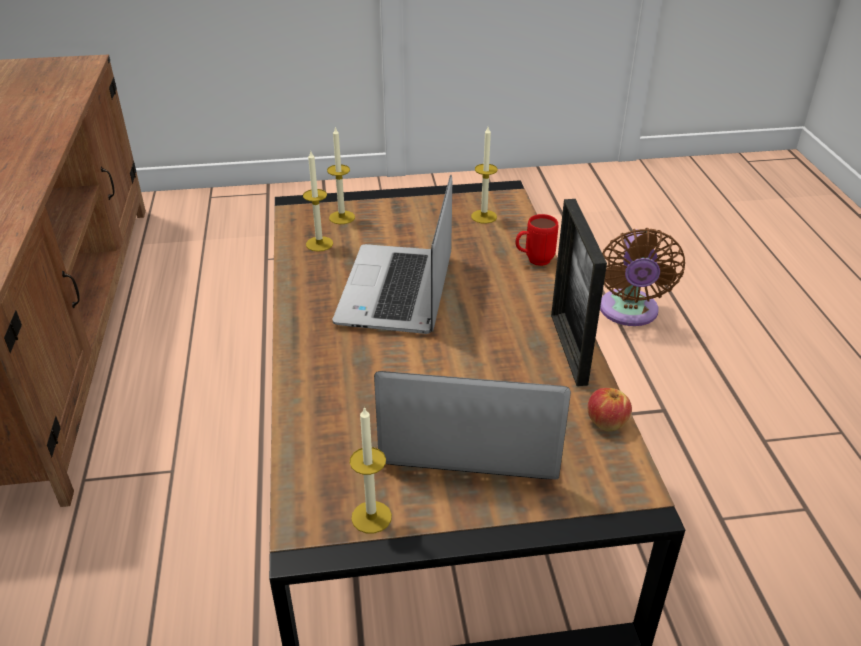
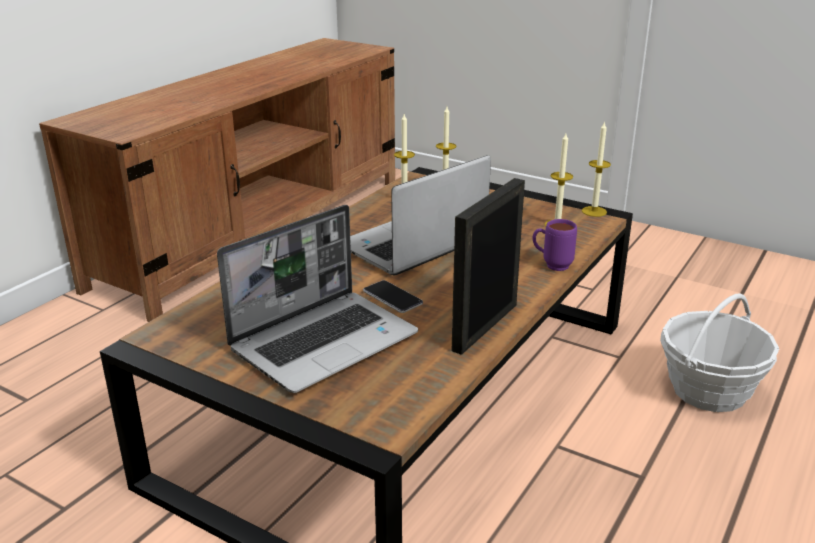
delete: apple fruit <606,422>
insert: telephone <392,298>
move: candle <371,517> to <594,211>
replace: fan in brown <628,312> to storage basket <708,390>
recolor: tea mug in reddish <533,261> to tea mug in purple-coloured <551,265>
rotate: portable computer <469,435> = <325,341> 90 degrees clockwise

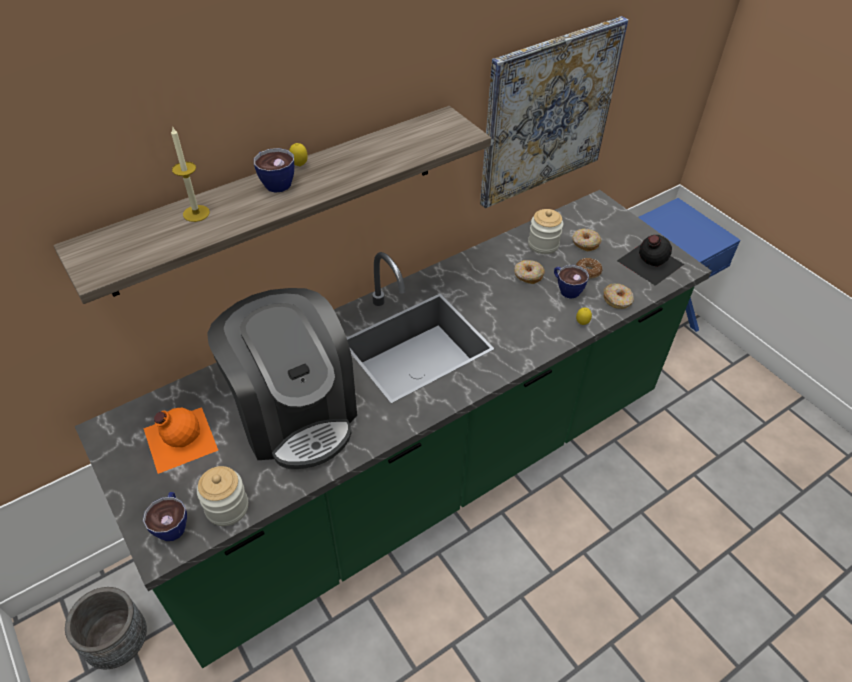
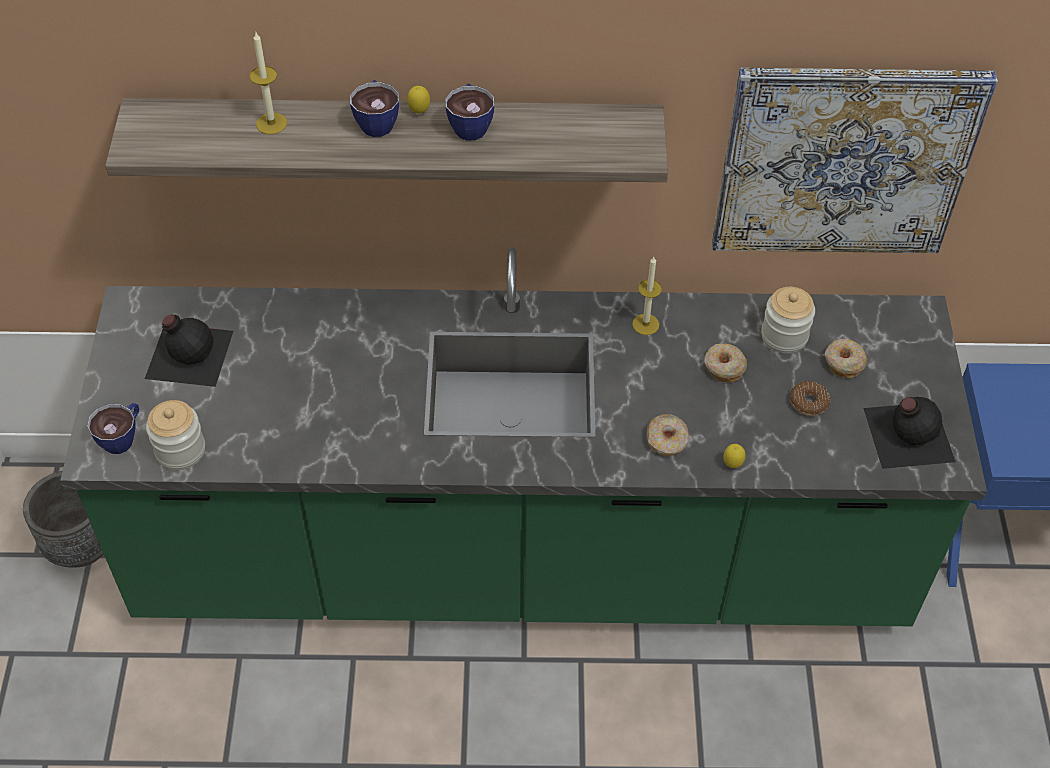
delete: coffee maker <295,413>
insert: candle <645,324>
move: drinking cup <566,289> to <470,124>; donut <617,300> to <667,440>
recolor: bottle in orangey <179,438> to bottle in black-coloured <188,353>

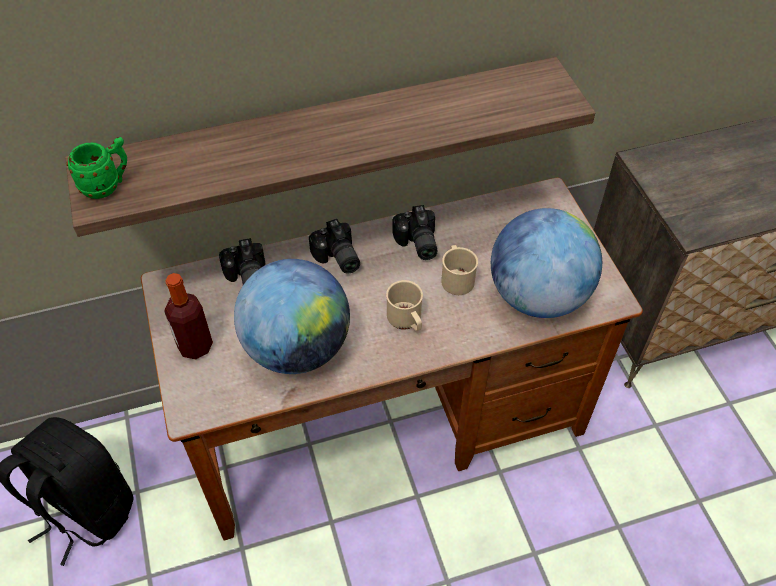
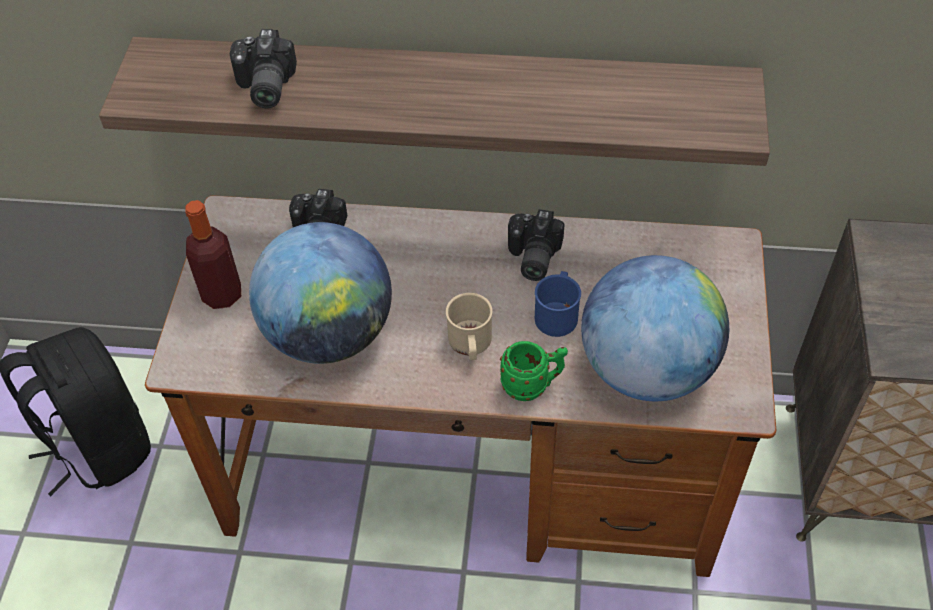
move: tea mug in green-coloured <107,185> to <532,385>; photo camera <336,258> to <263,87>
recolor: tea mug in beige-coloured <456,277> to tea mug in blue-coloured <557,313>

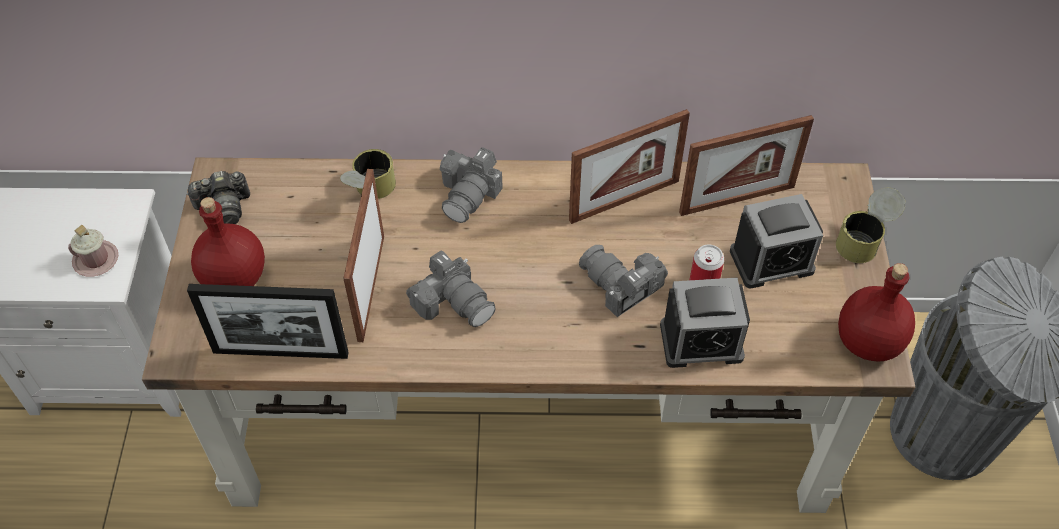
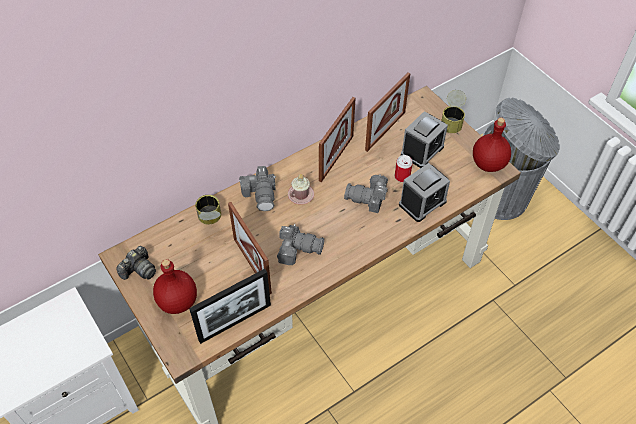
move: tea mug in pinkish <96,260> to <301,195>

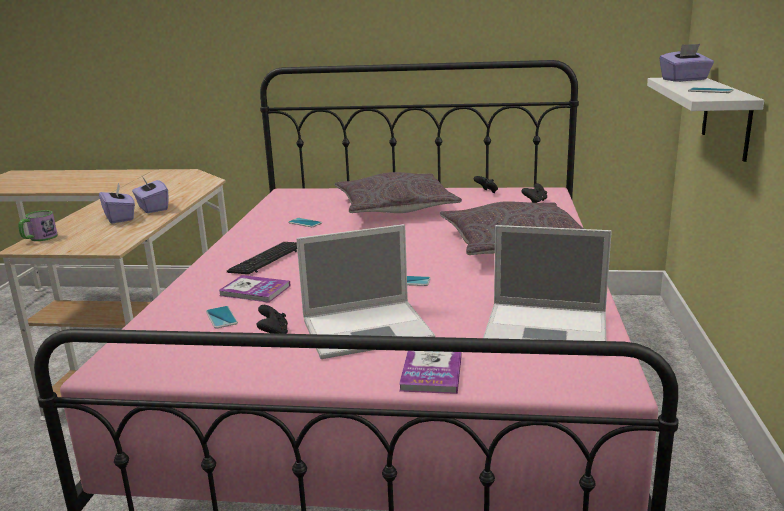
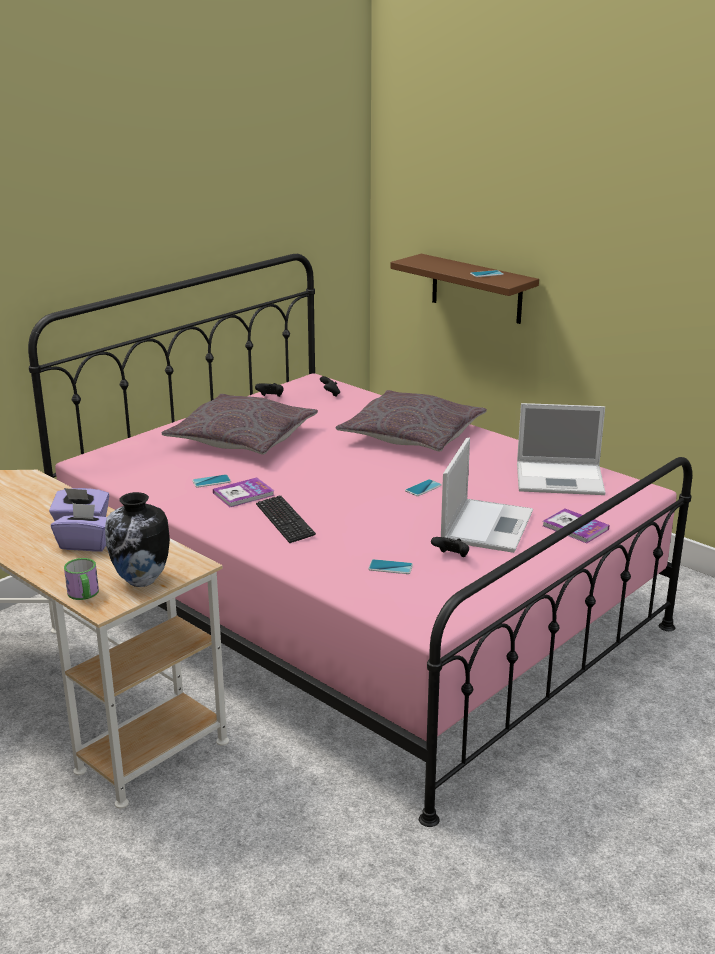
delete: box of tissues in purple-coloured <684,80>
insert: decorative vase <141,581>
move: volume <255,291> to <243,494>
recolor: shelf in white <726,117> to shelf in brown <476,289>
rotate: portable computer <548,329> = <561,479> 45 degrees clockwise

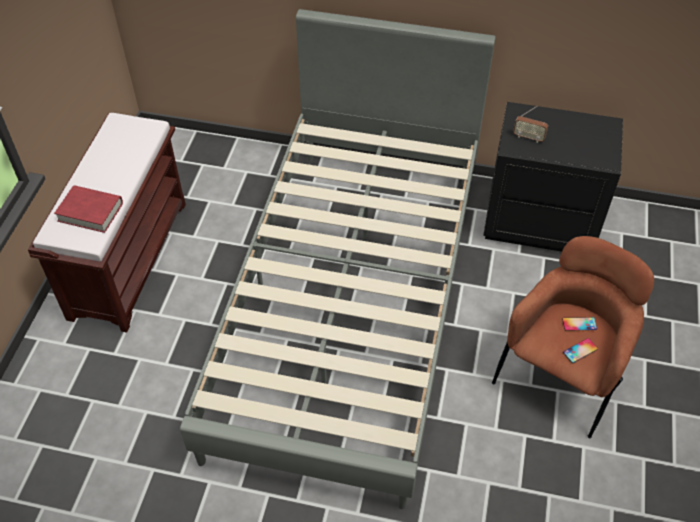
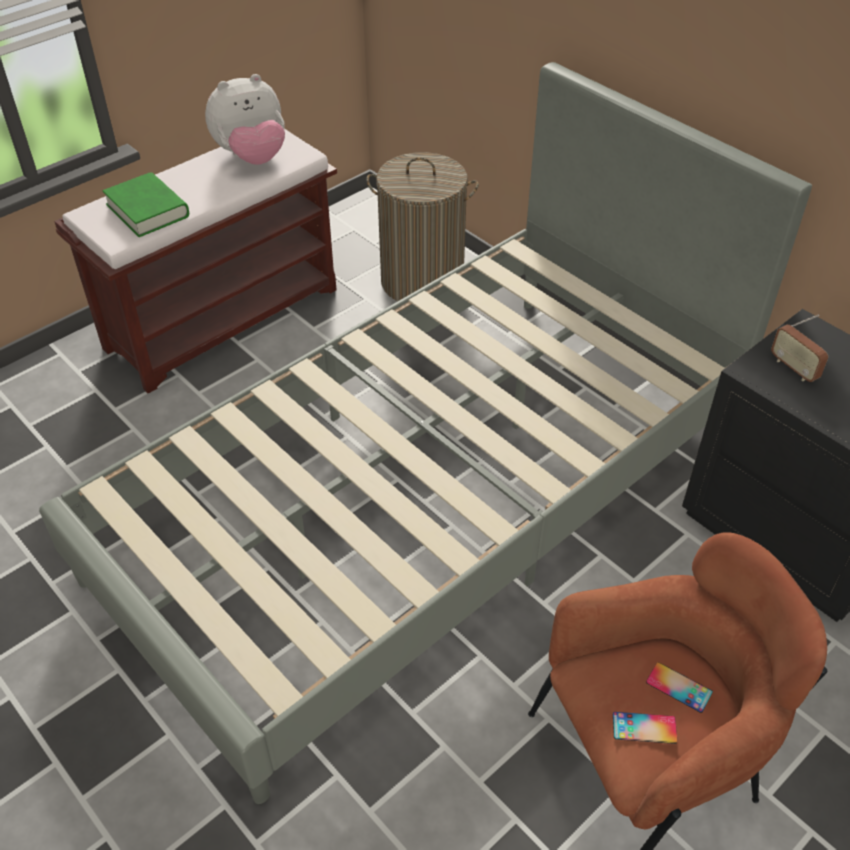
insert: plush toy <252,157>; washing basket <422,281>
recolor: volume in reddish <90,212> to volume in green-coloured <148,210>

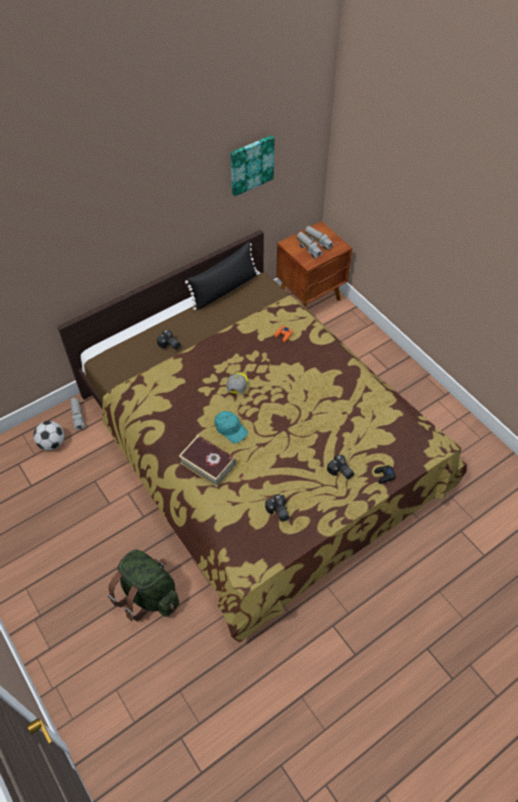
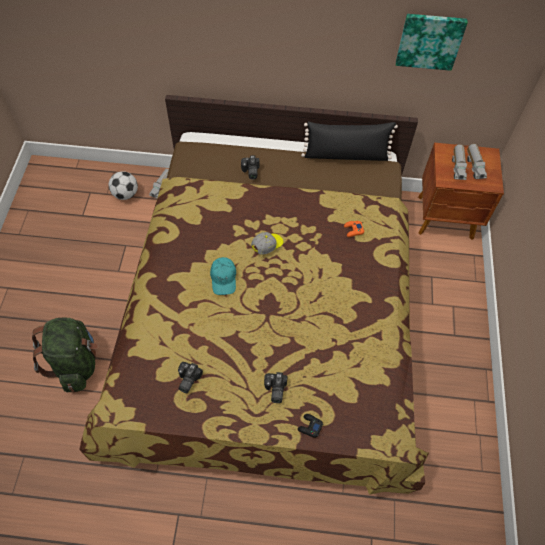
delete: volume <208,464>

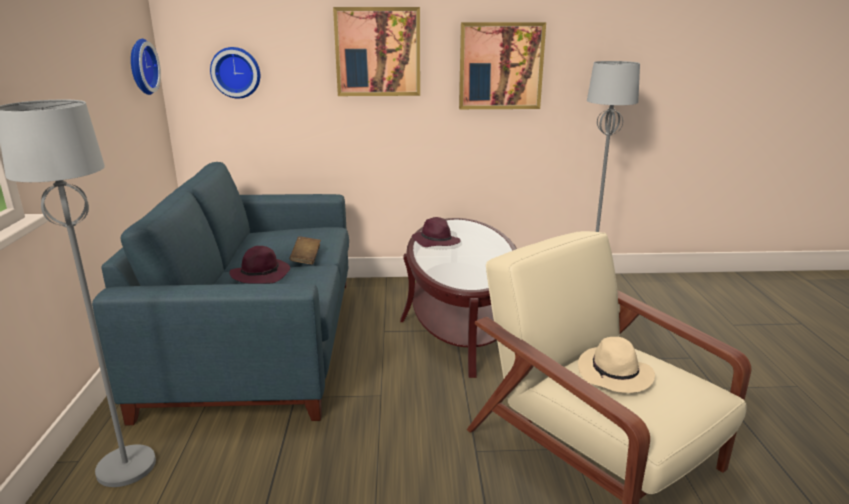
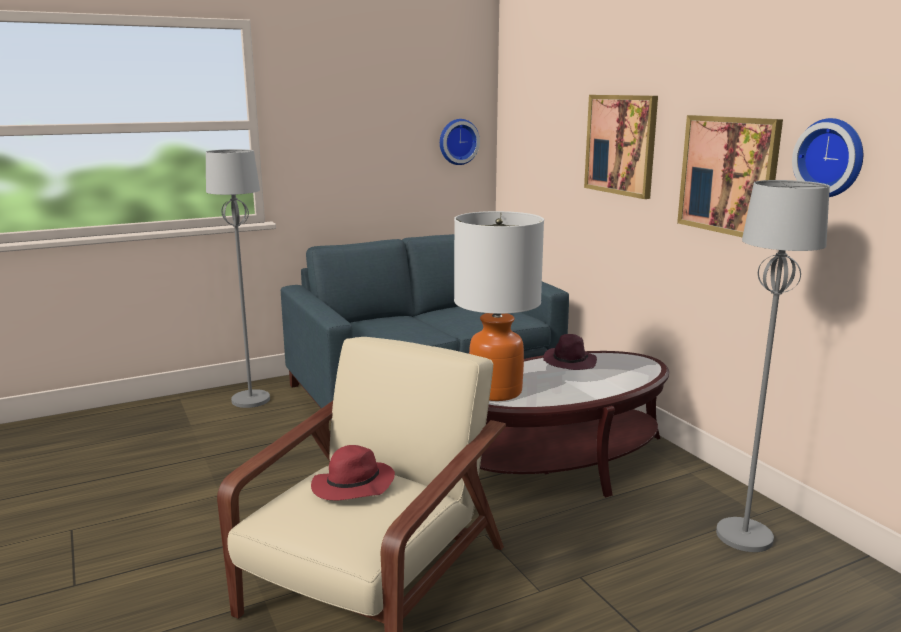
delete: hat in purple-coloured <261,274>; volume in brown <306,258>
insert: tabletop lamp <495,391>
move: hanging clock <236,72> to <831,157>
recolor: hat in beige-coloured <615,374> to hat in reddish <352,487>

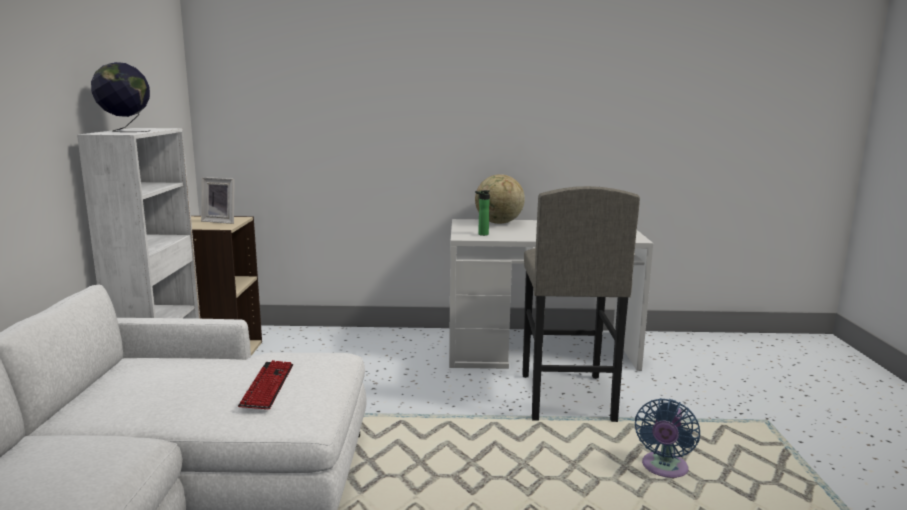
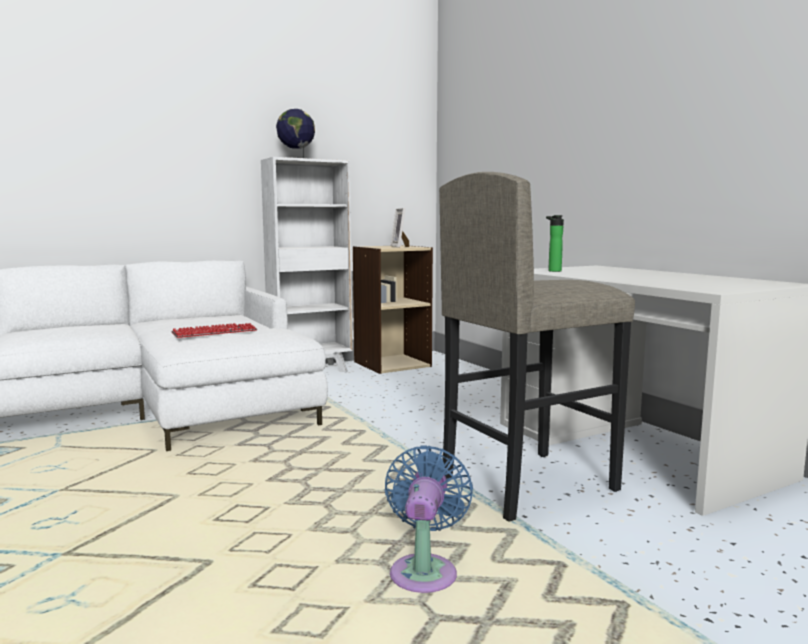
delete: world globe <499,223>
rotate: fan in blue-coloured <663,469> = <424,571> 105 degrees clockwise

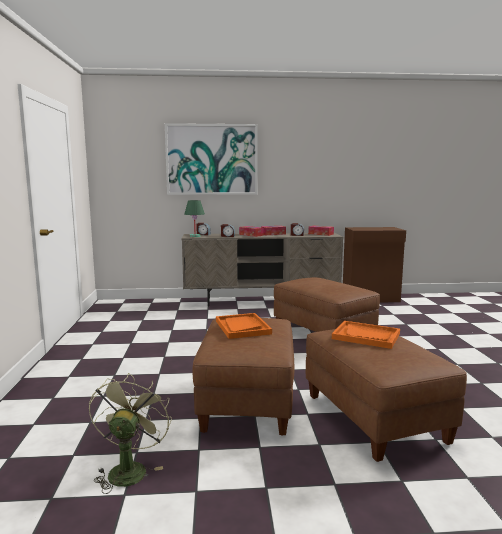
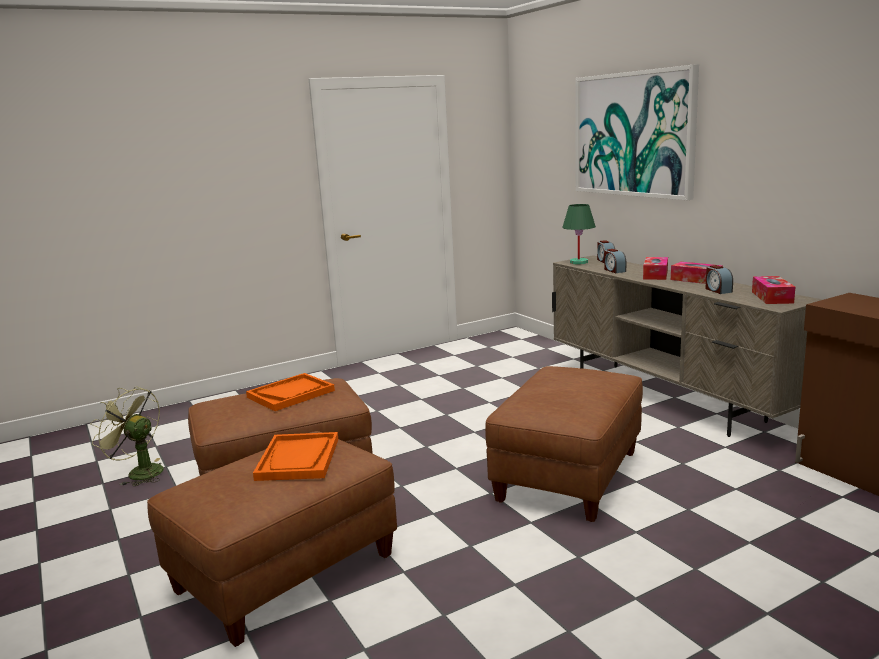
rotate: fan in green-coloured <129,469> = <139,472> 135 degrees counterclockwise

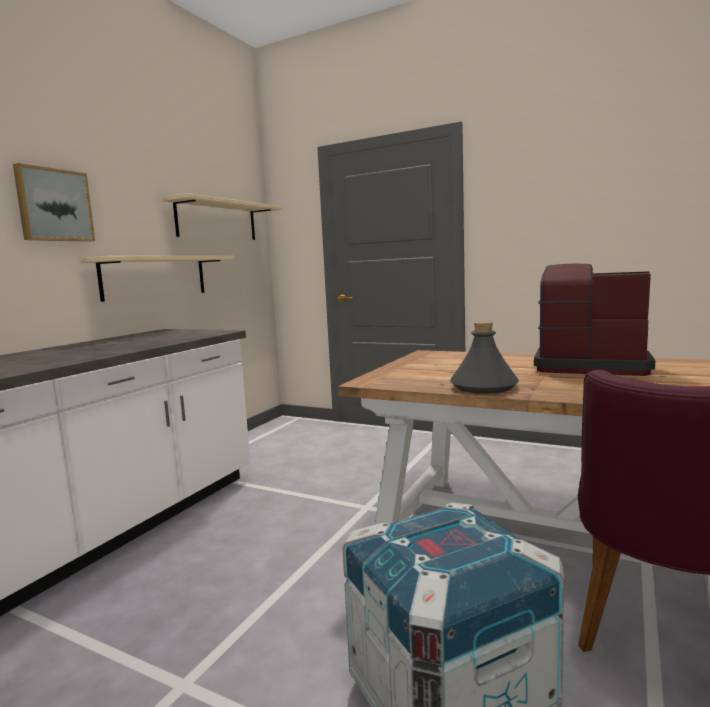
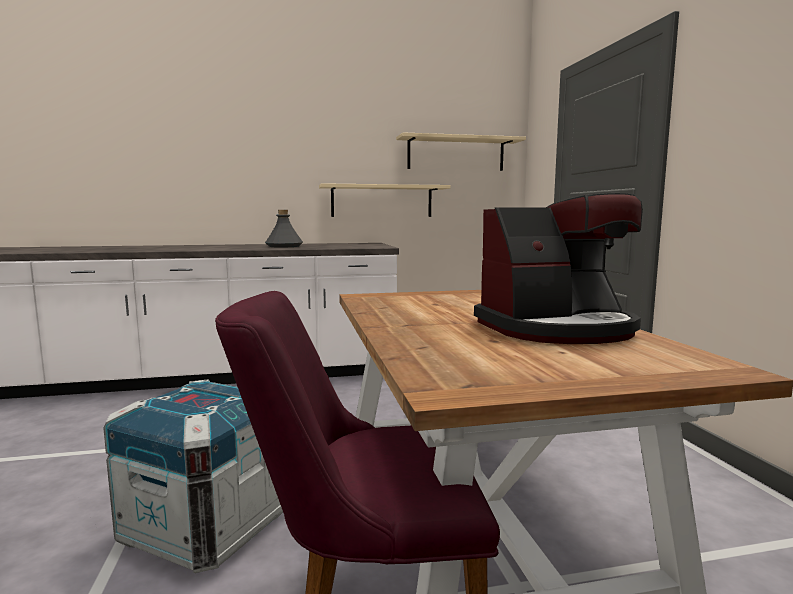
delete: wall picture <54,205>
move: bottle in grey <483,387> to <284,246>
rotate: coffee maker <589,366> = <557,328> 90 degrees clockwise

